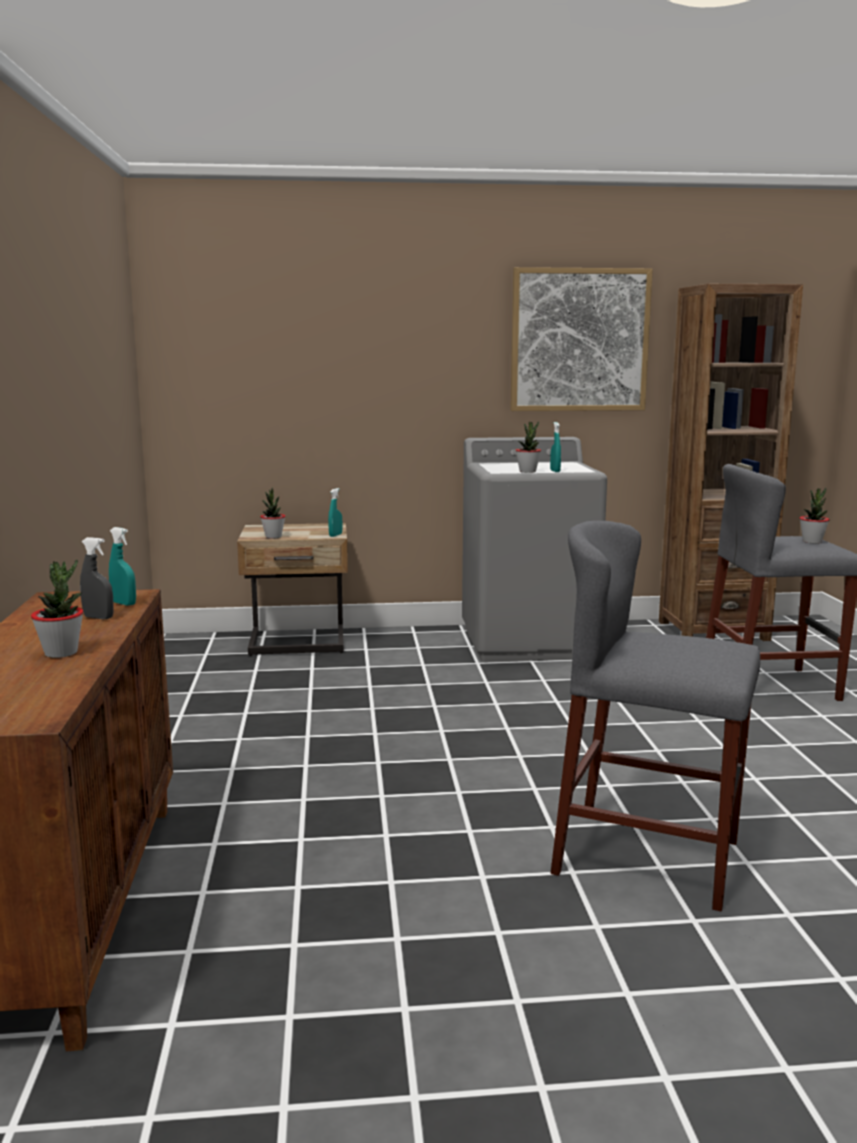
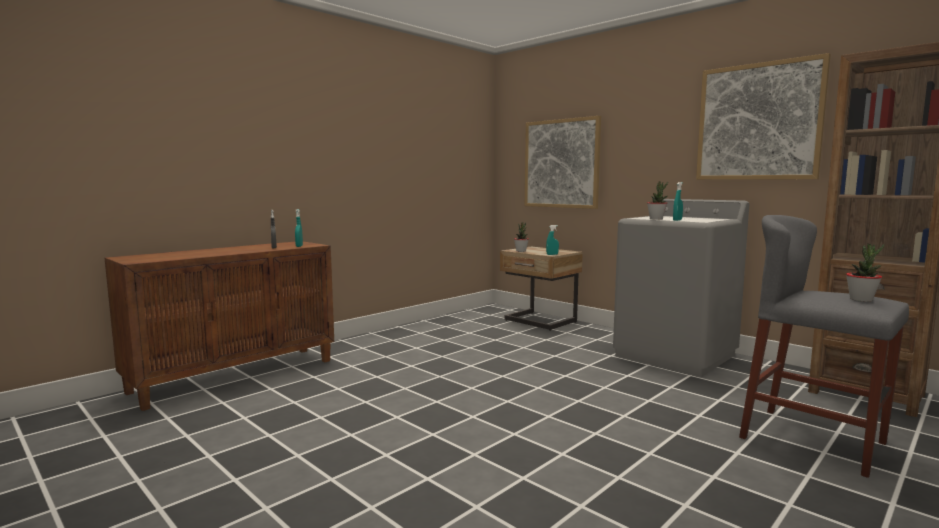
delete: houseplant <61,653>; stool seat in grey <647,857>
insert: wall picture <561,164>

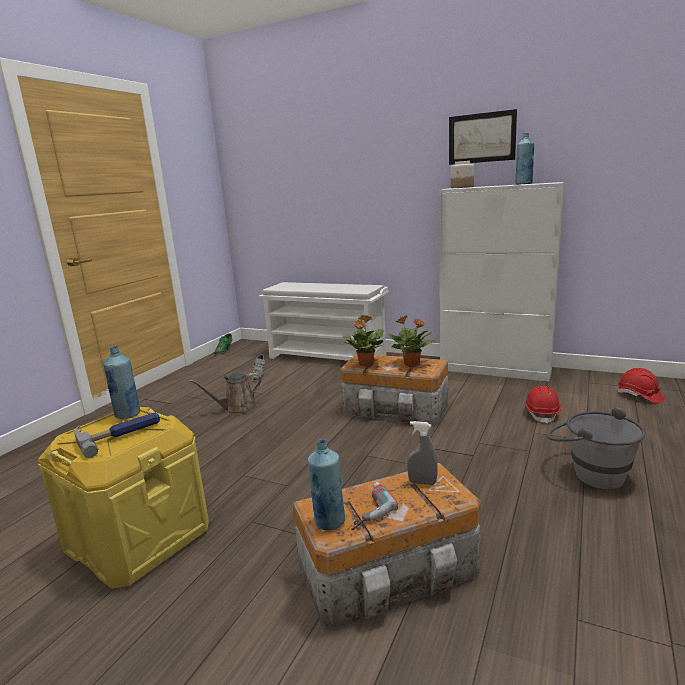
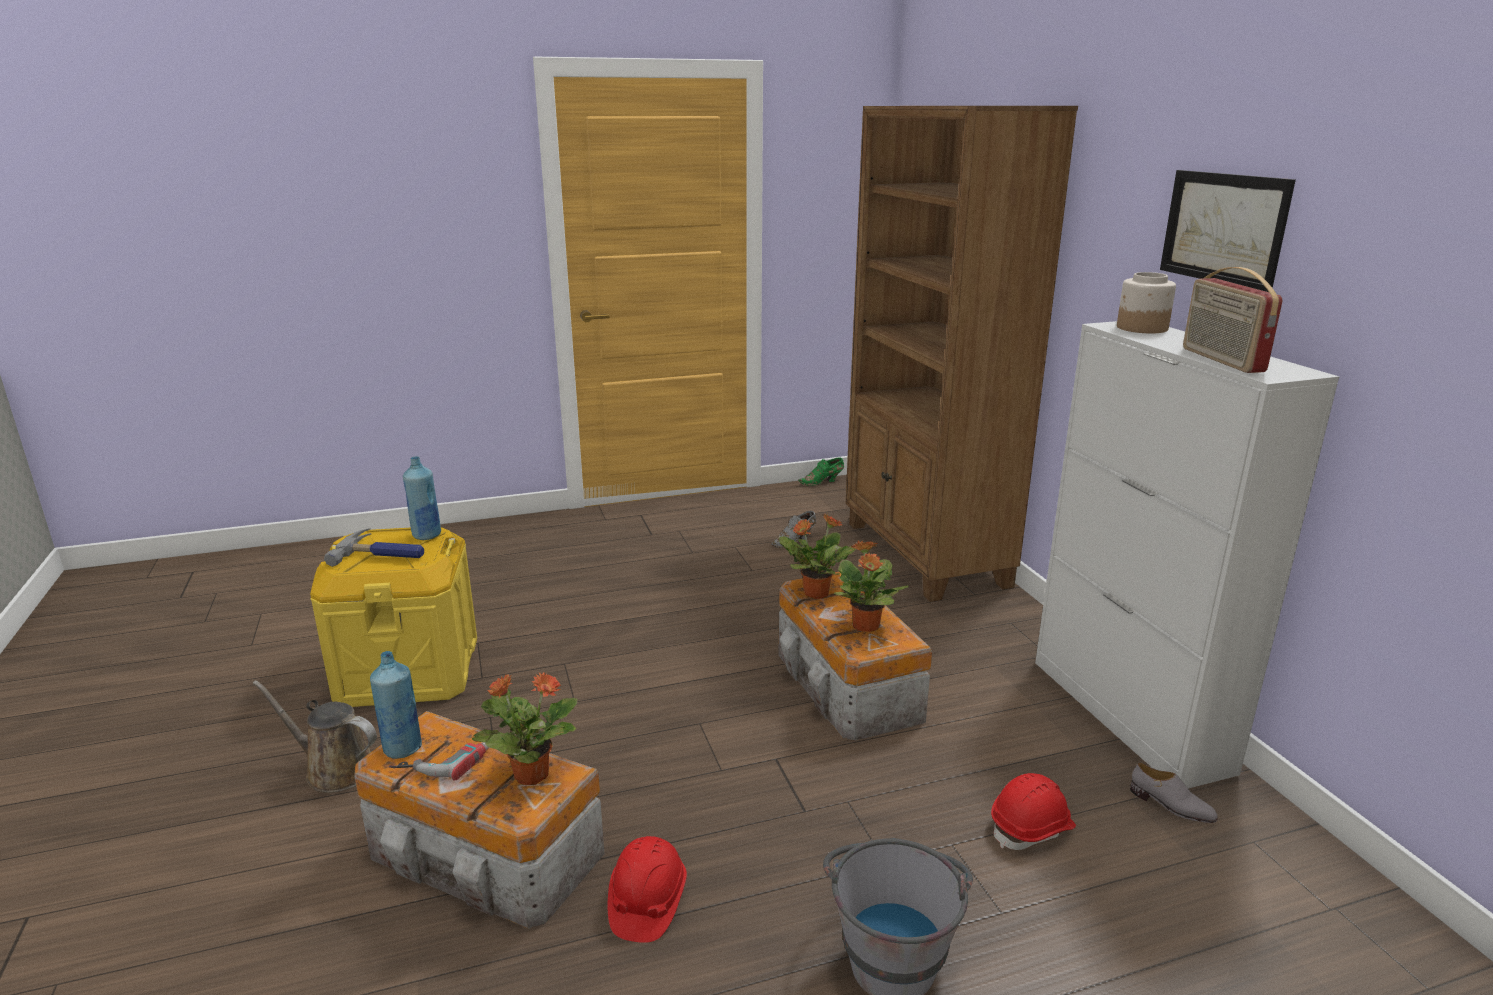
insert: low shoe in grey <1171,806>
move: sprinkling can in brown <237,408> to <334,769>; work helmet in reddish <639,396> to <647,903>
replace: shoe stand in white <328,356> to bookcase in brown <924,555>; hand sprayer in grey <422,482> to houseplant <530,774>; bottle in blue-coloured <523,184> to radio receiver <1220,360>

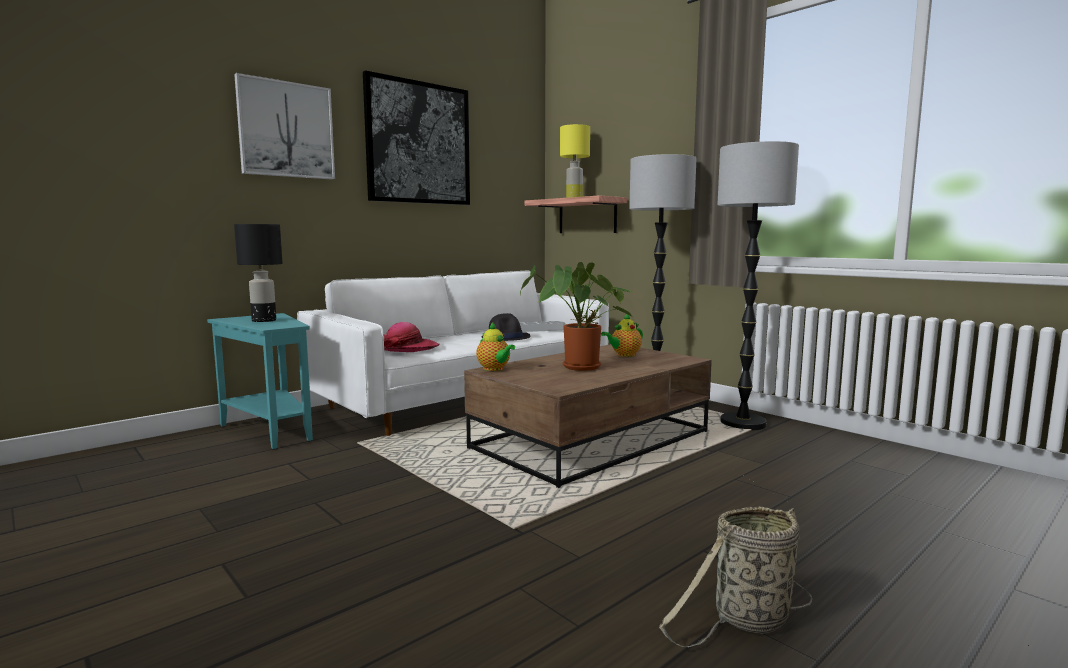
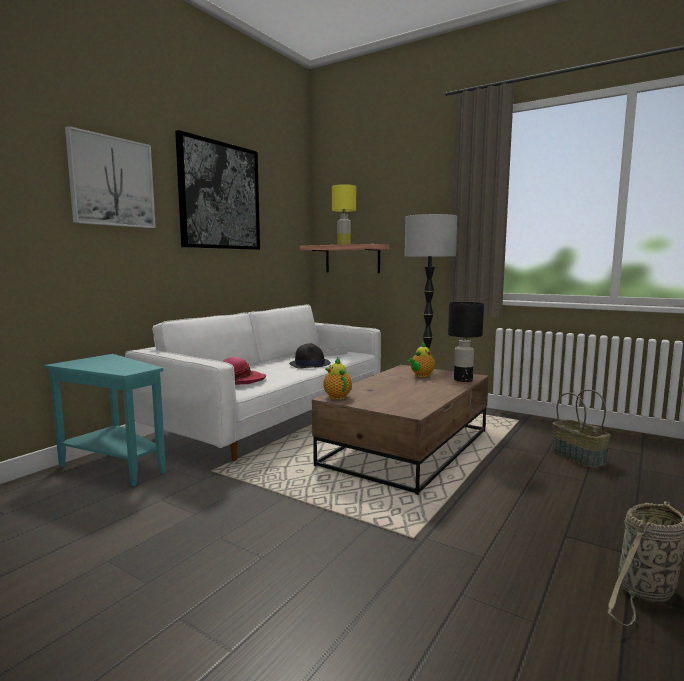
delete: houseplant <579,368>; floor lamp <743,423>
insert: storage basket <579,457>
move: tabletop lamp in black-coloured <263,320> to <462,380>
rotate: teapot <494,369> = <336,396> 150 degrees counterclockwise

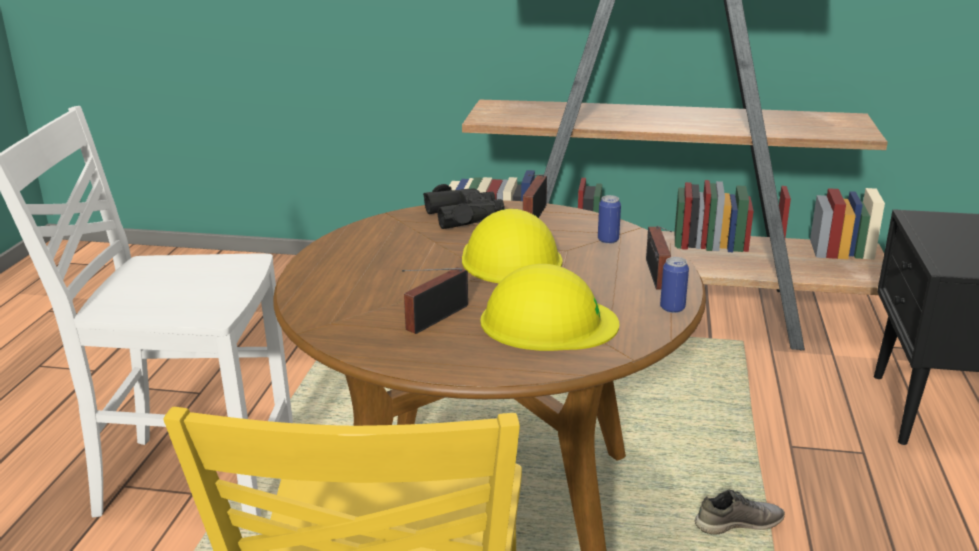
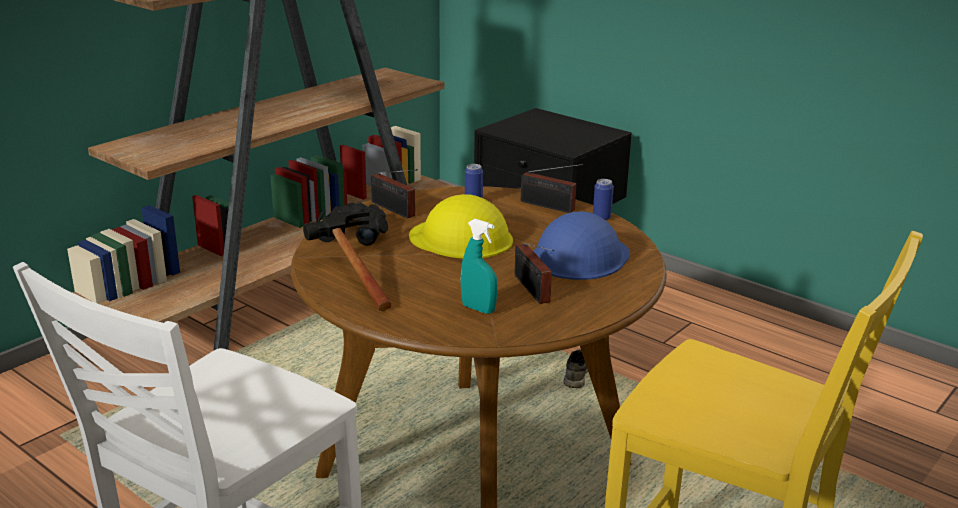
insert: tool hammer <349,275>; hand sprayer in blue-green <478,309>
recolor: work helmet in yellow <548,322> to work helmet in blue-coloured <580,256>

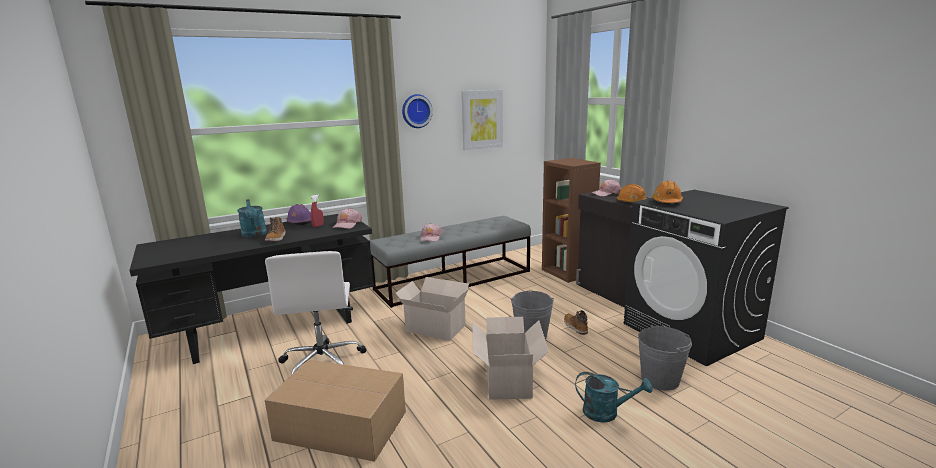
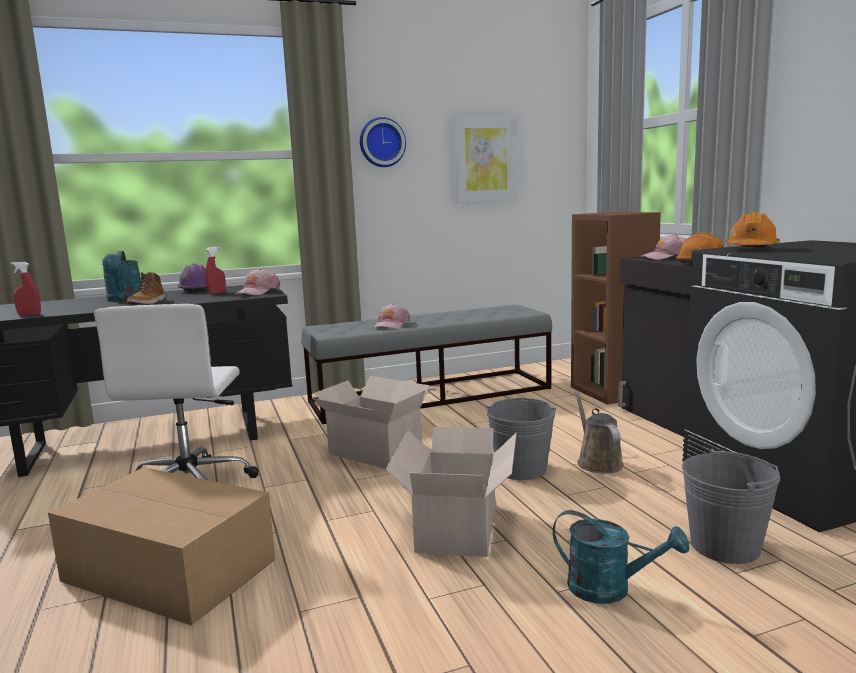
insert: hand sprayer in reddish <29,315>
replace: boot <575,327> to sprinkling can in brown <597,462>

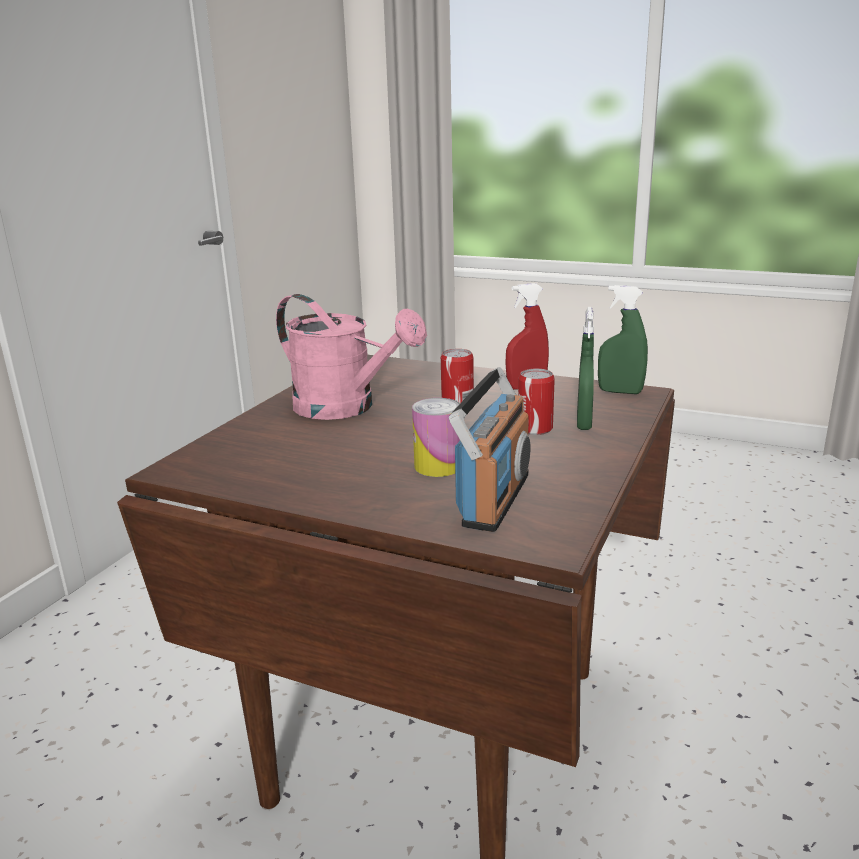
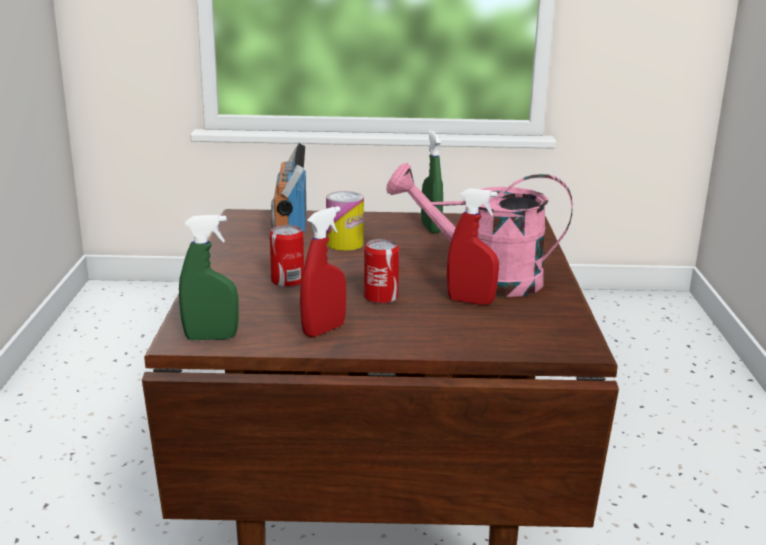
insert: hand sprayer in reddish <470,301>
move: hand sprayer in green-coloured <584,424> to <431,228>

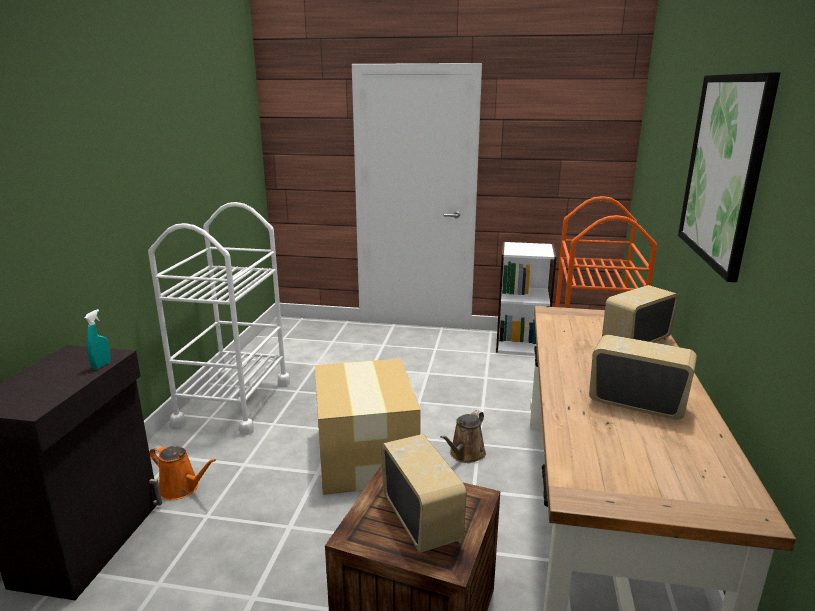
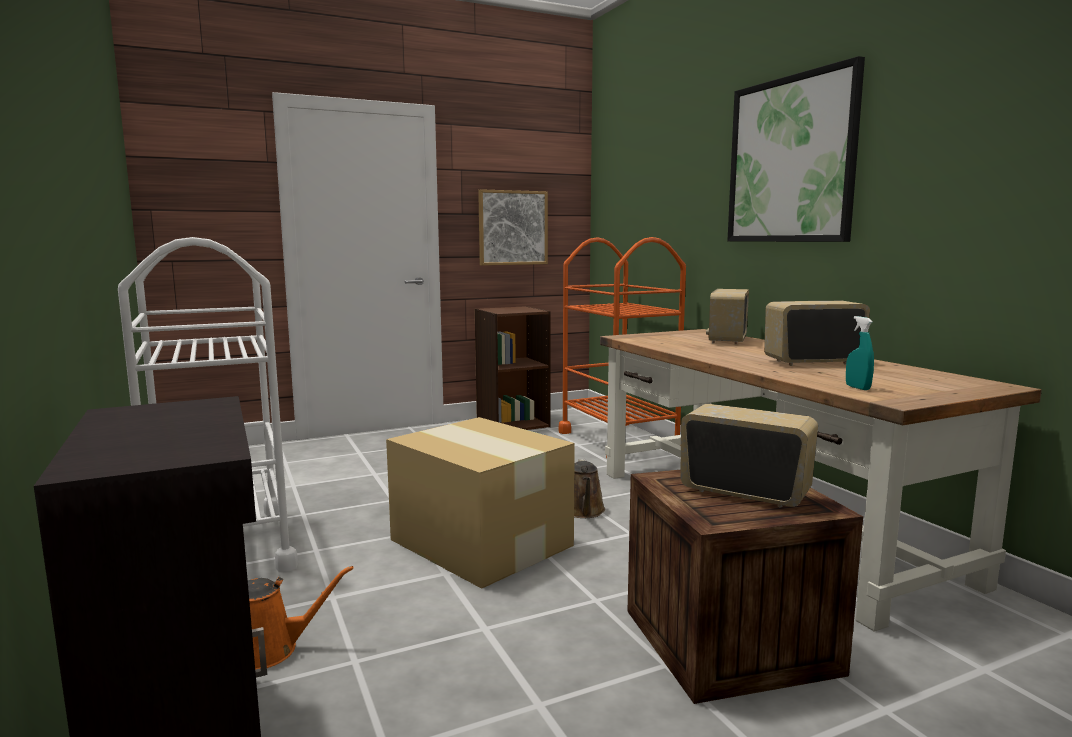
insert: wall picture <513,228>
move: hand sprayer in blue-green <101,365> to <857,388>
recolor: bookcase in white <521,343> to bookcase in brown <512,423>

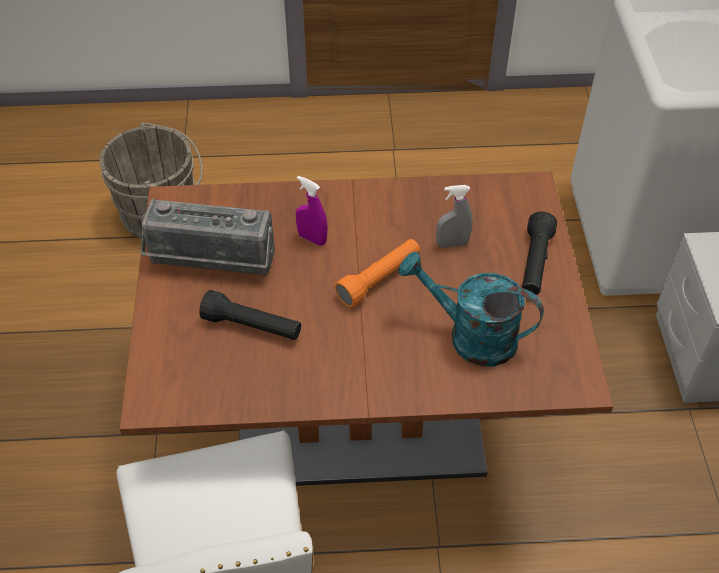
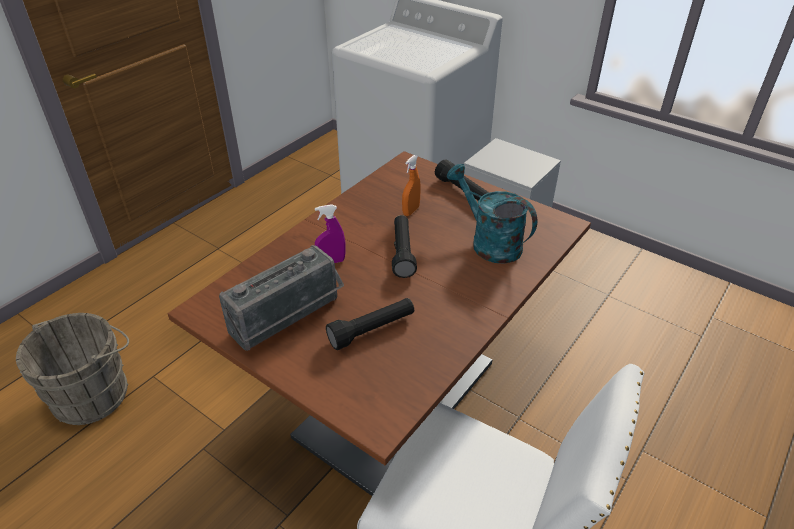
recolor: torch in orangey <379,279> to torch in black-coloured <402,252>; hand sprayer in grey <452,244> to hand sprayer in orangey <411,211>
rotate: sprinkling can in blue-green <470,336> = <489,242> 75 degrees clockwise

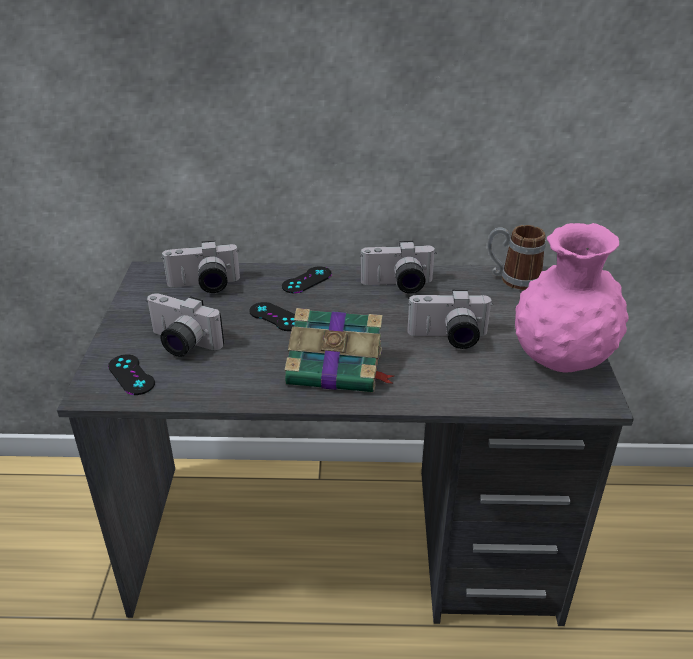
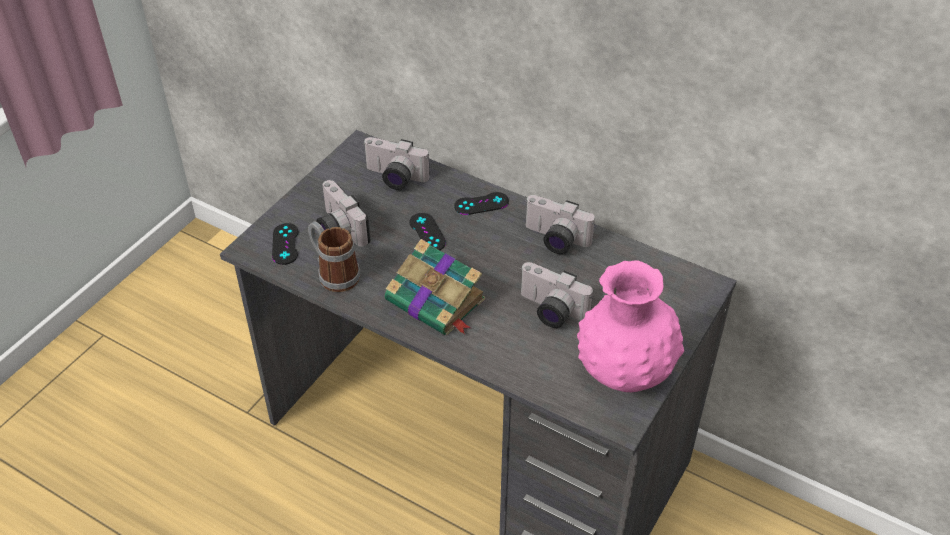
move: tea mug <512,279> to <334,273>

